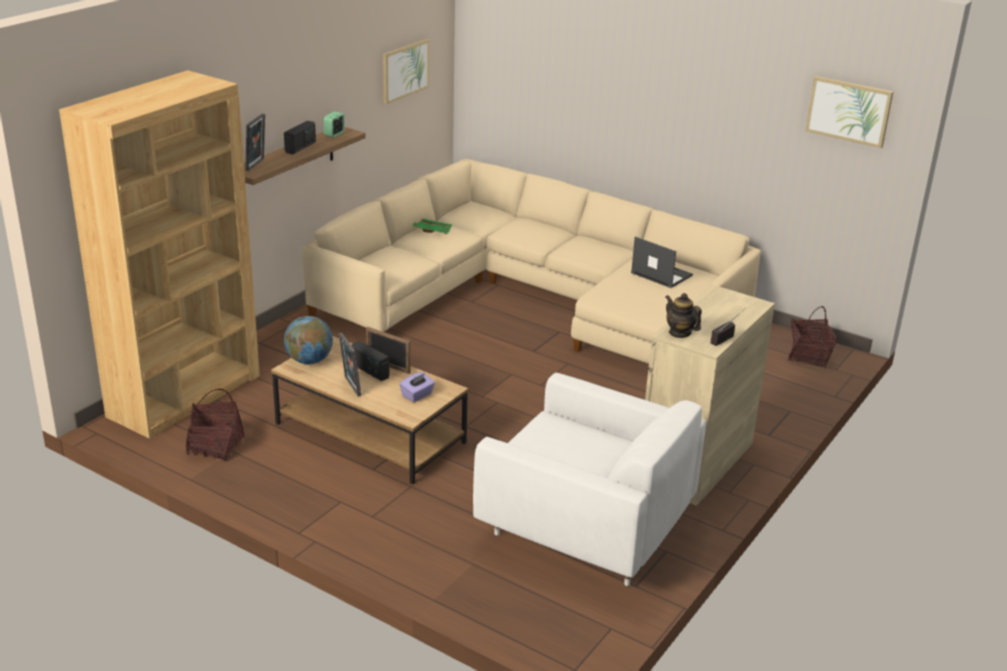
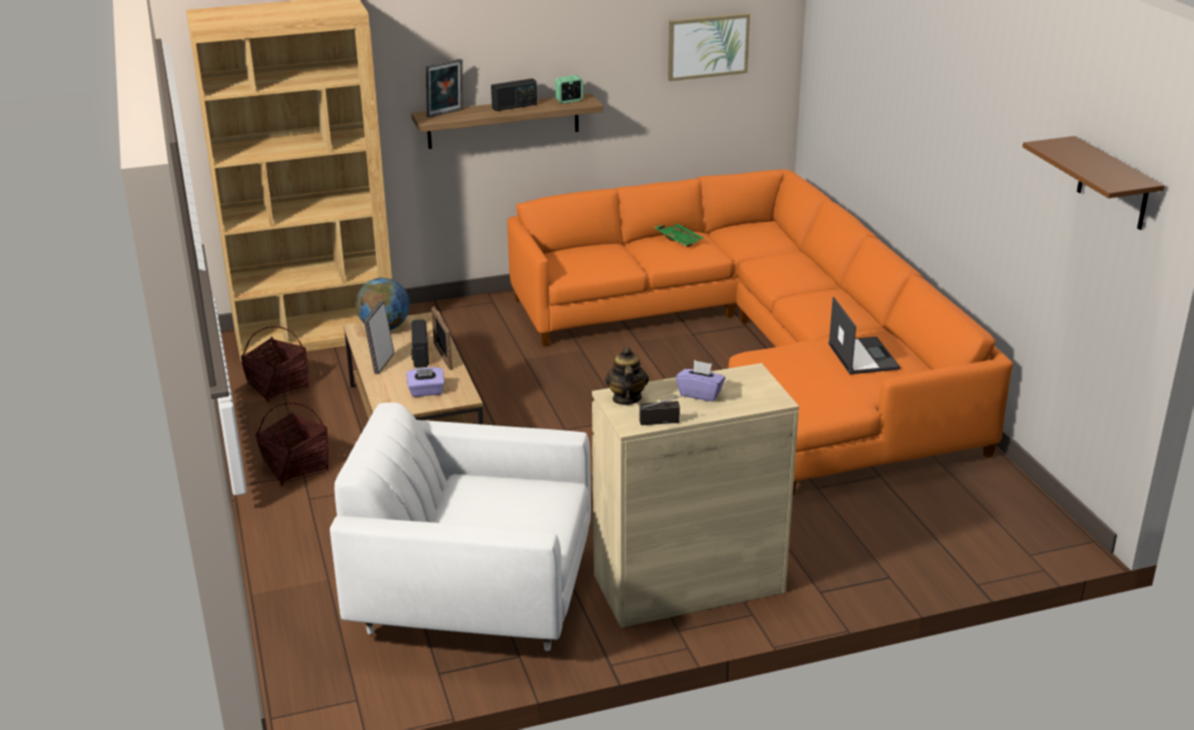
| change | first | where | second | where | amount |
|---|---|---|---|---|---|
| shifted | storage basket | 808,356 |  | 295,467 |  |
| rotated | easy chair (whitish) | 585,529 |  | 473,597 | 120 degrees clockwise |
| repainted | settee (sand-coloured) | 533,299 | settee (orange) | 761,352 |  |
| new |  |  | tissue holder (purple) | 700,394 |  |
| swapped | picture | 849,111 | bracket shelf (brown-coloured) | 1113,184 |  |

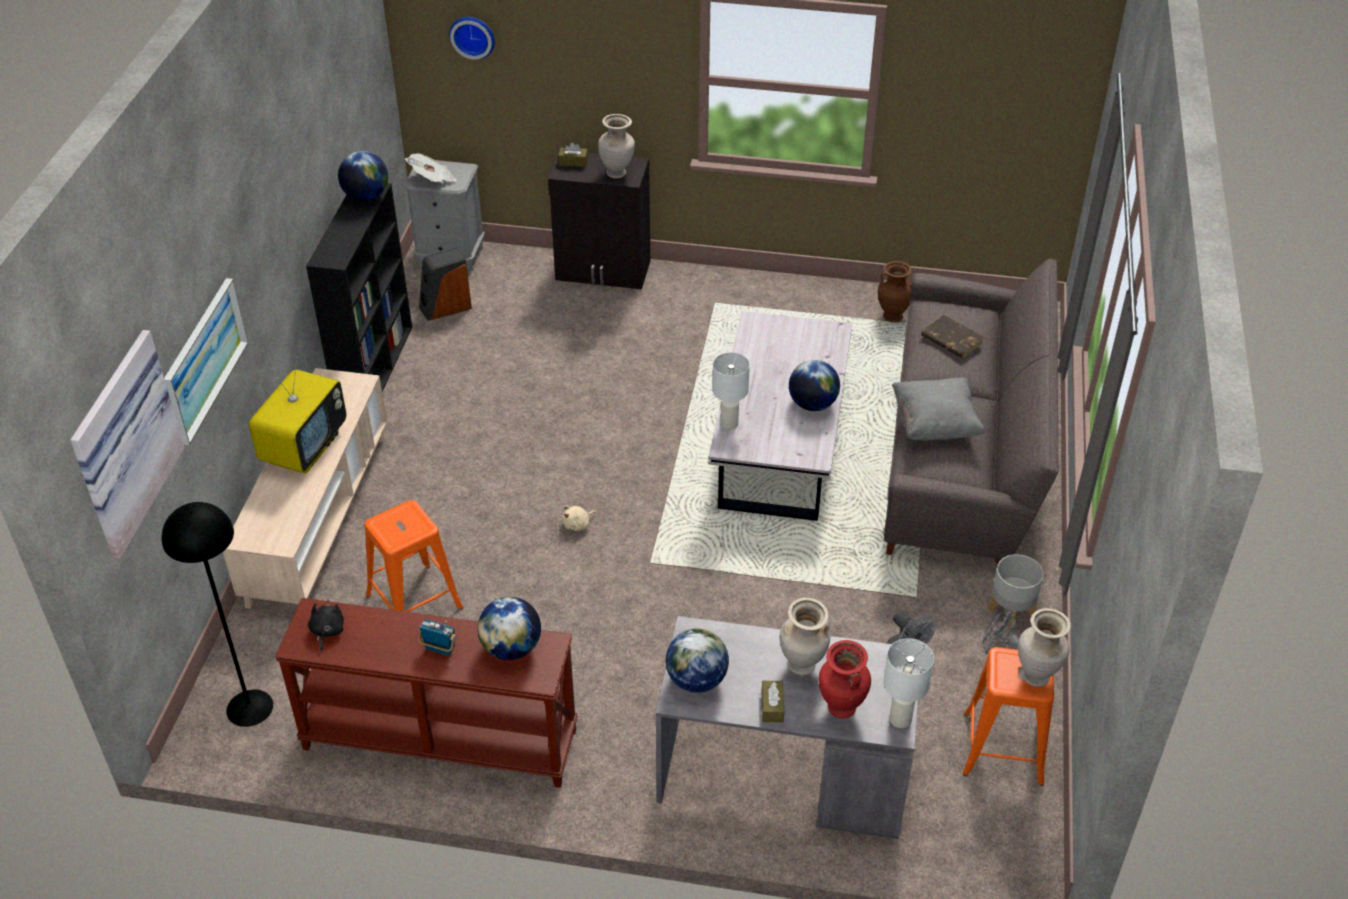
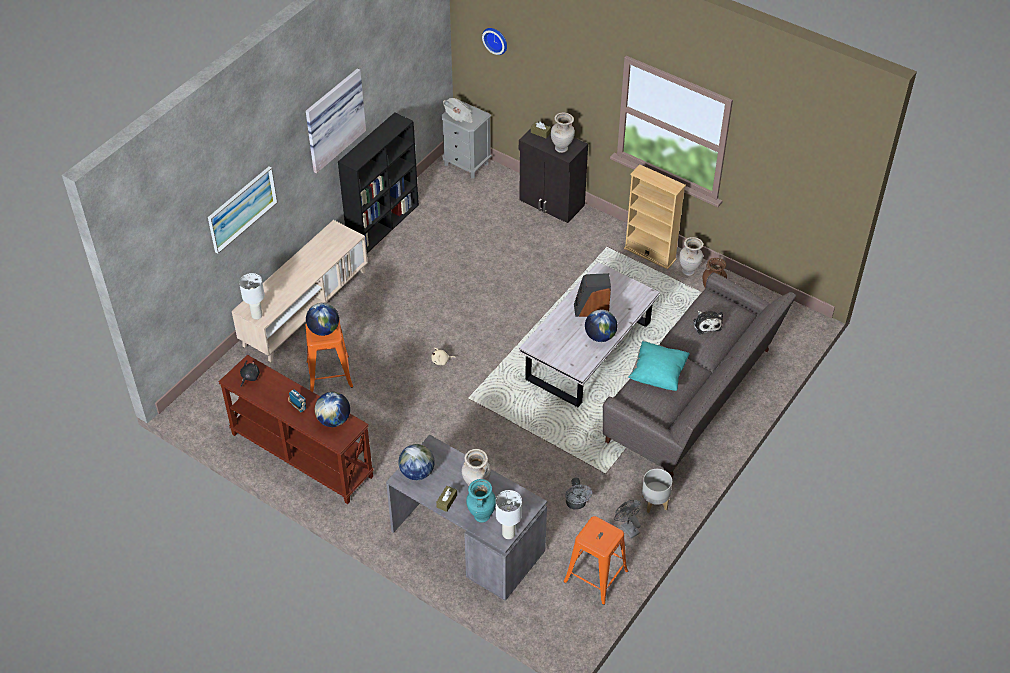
| change | first | where | second | where | amount |
|---|---|---|---|---|---|
| shifted | lamp for a table (whitish) | 729,423 |  | 257,315 |  |
| shifted | picture | 122,443 |  | 333,119 |  |
| shifted | world globe | 366,196 |  | 324,330 |  |
| repainted | vase (red) | 840,709 | vase (blue-green) | 481,516 |  |
| shifted | speaker | 445,307 |  | 591,309 |  |
| new |  |  | bookcase (sand-coloured) | 650,254 |  |
| repainted | cushion (greyish) | 935,425 | cushion (blue-green) | 658,375 |  |
| shifted | vase (sand-coloured) | 1036,676 |  | 689,271 |  |
| swapped | bound book (brown-coloured) | 951,340 | plush toy | 706,324 |  |
| gone | floor lamp (black-coloured) | 249,708 |  |  |  |
| gone | TV set | 304,447 |  |  |  |

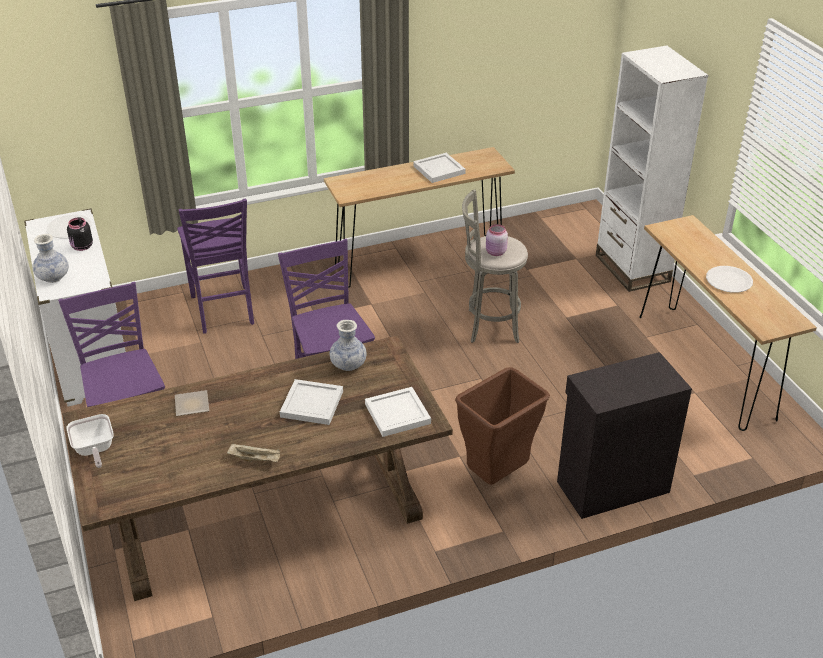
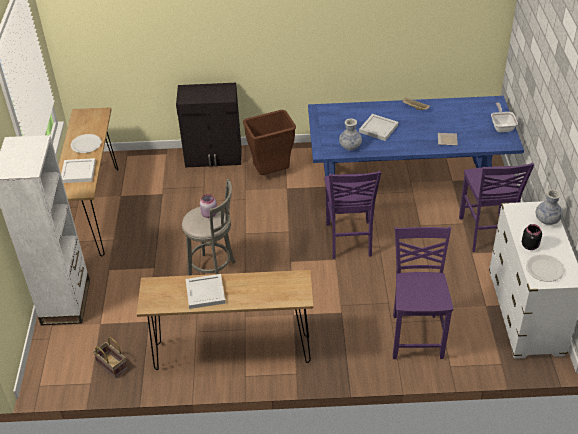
| change | first | where | second | where | amount |
|---|---|---|---|---|---|
| shifted | serving tray (whitish) | 398,413 |  | 78,172 |  |
| new |  |  | storage basket | 113,365 |  |
| repainted | dining table (brown-coloured) | 266,508 | dining table (blue) | 407,182 |  |

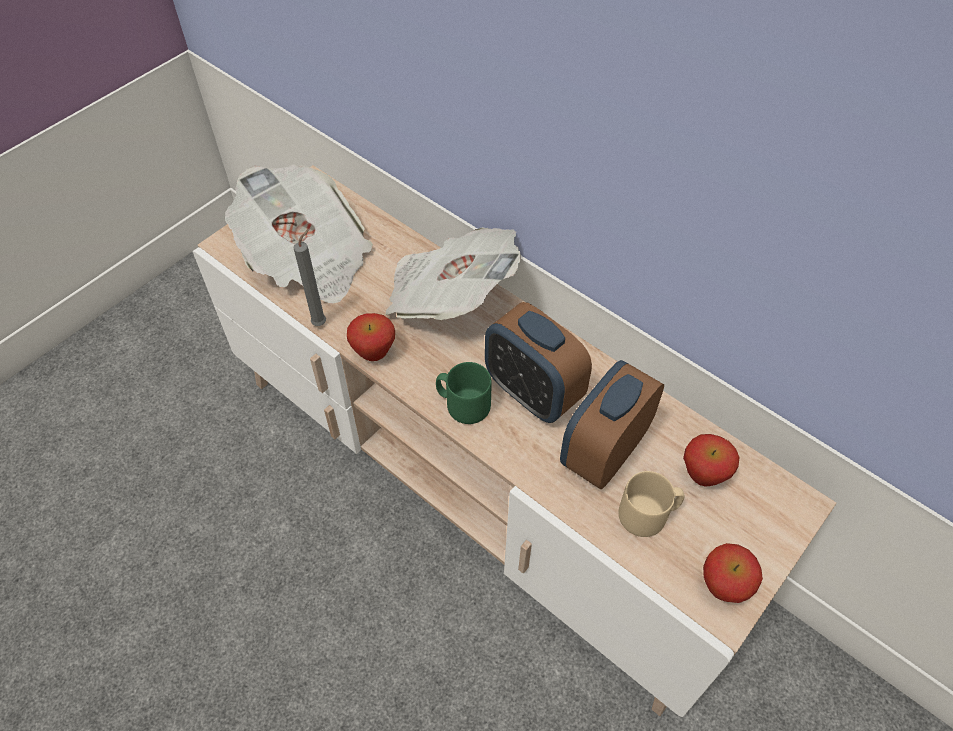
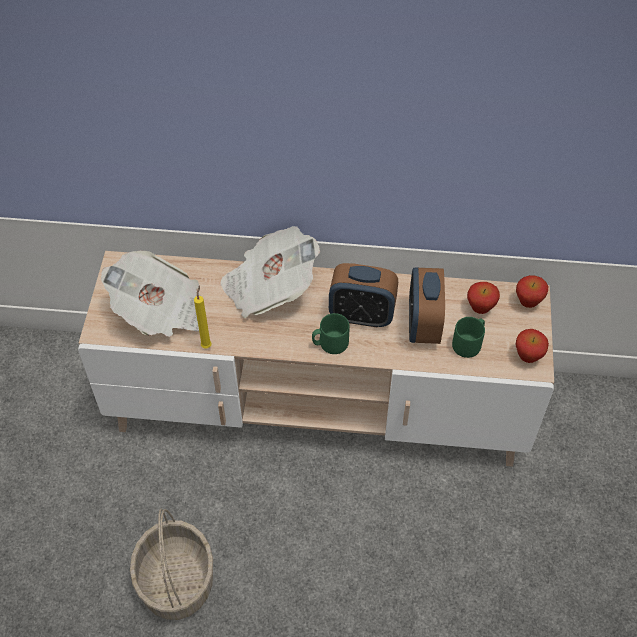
| change | first | where | second | where | amount |
|---|---|---|---|---|---|
| new |  |  | storage basket | 177,582 |  |
| repainted | wax light (greyish) | 321,322 | wax light (yellow) | 207,345 |  |
| repainted | coffee mug (sand-coloured) | 648,515 | coffee mug (green) | 469,343 |  |
| shifted | apple | 374,354 |  | 528,302 |  |

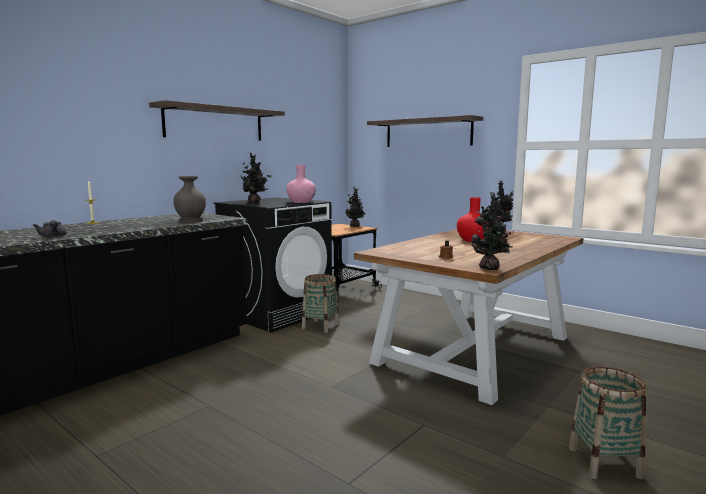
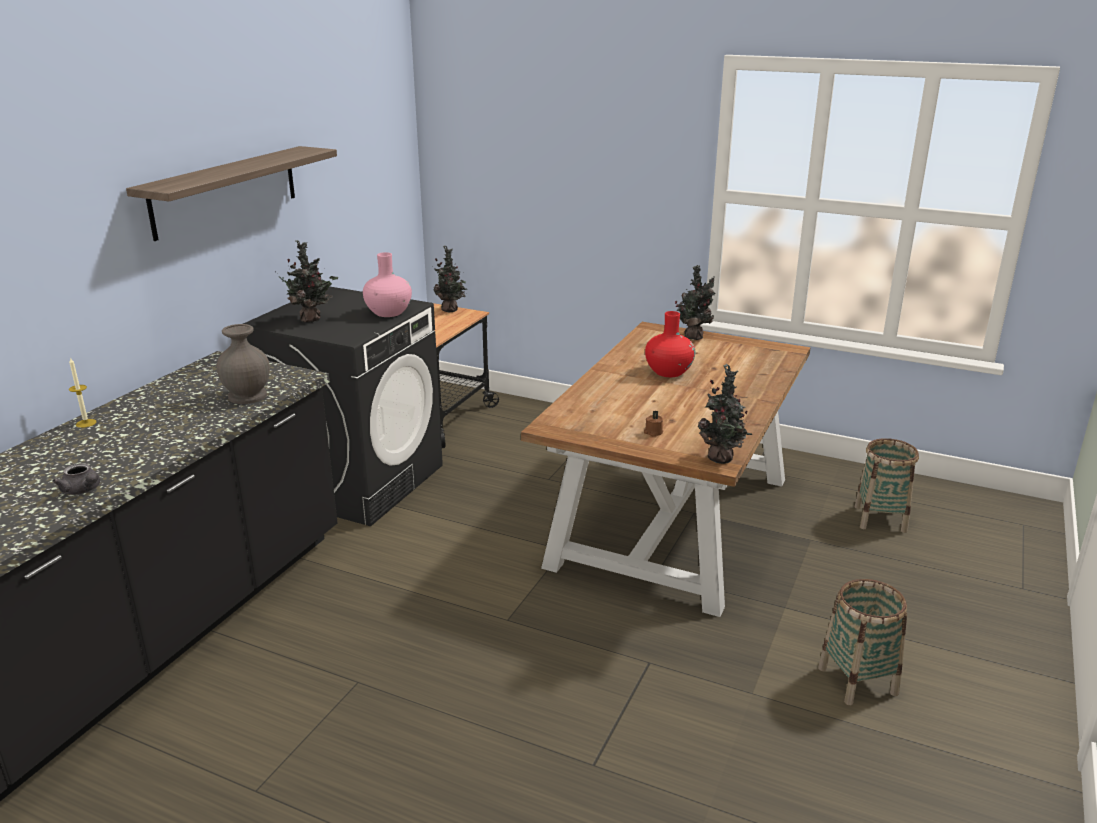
| change | first | where | second | where | amount |
|---|---|---|---|---|---|
| shifted | storage basket | 320,326 |  | 880,519 |  |
| gone | bracket shelf | 427,133 |  |  |  |

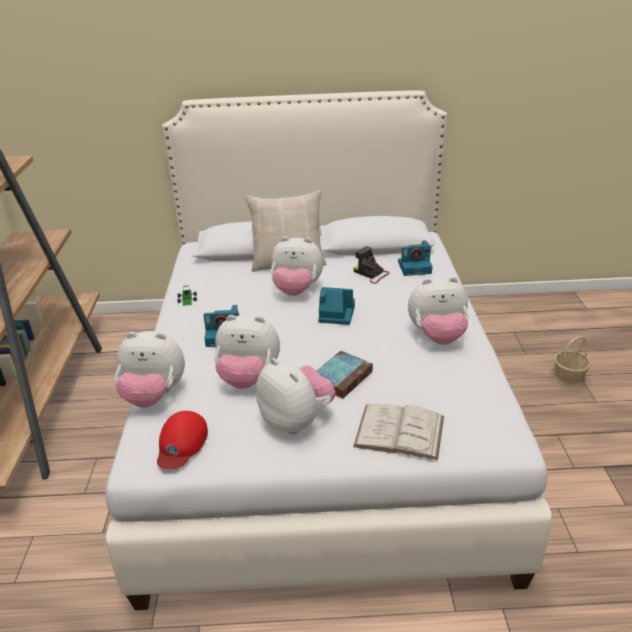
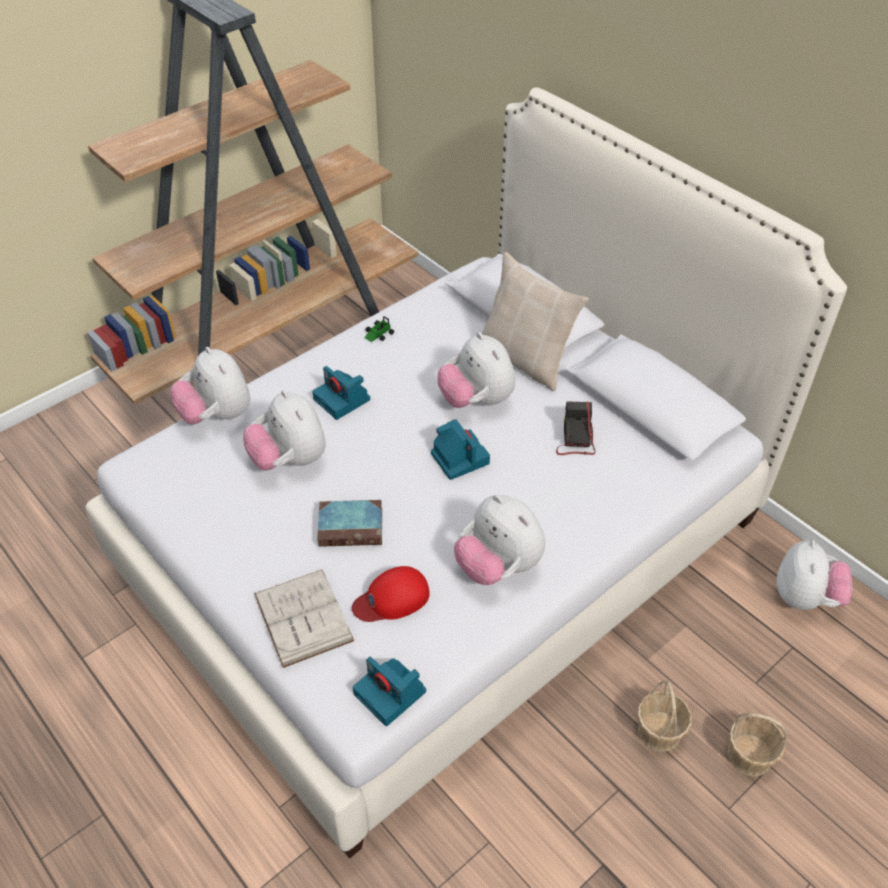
| change | first | where | second | where | amount |
|---|---|---|---|---|---|
| shifted | baseball cap (red) | 181,443 |  | 392,598 |  |
| shifted | photo camera | 415,267 |  | 391,693 |  |
| new |  |  | storage basket | 659,731 |  |
| shifted | plush toy | 296,421 |  | 805,597 |  |

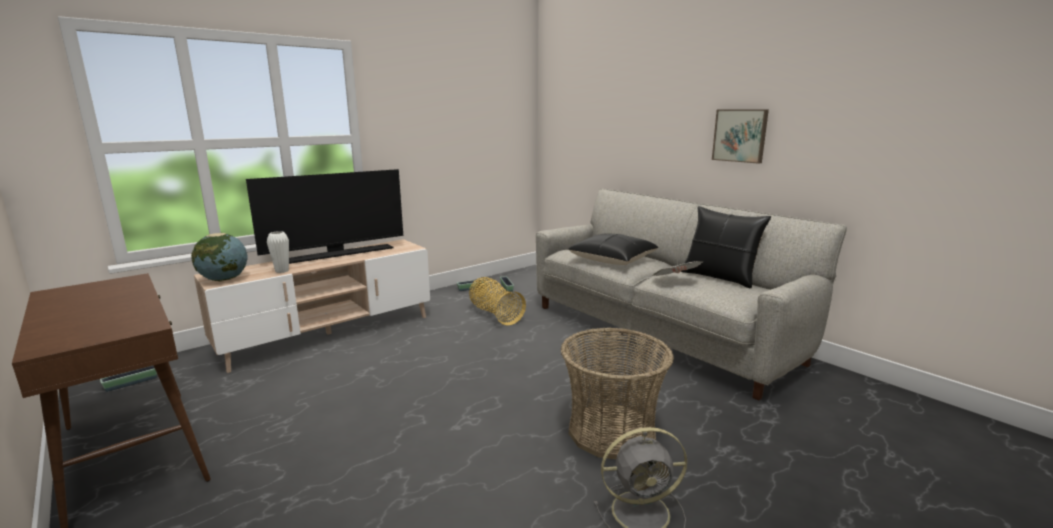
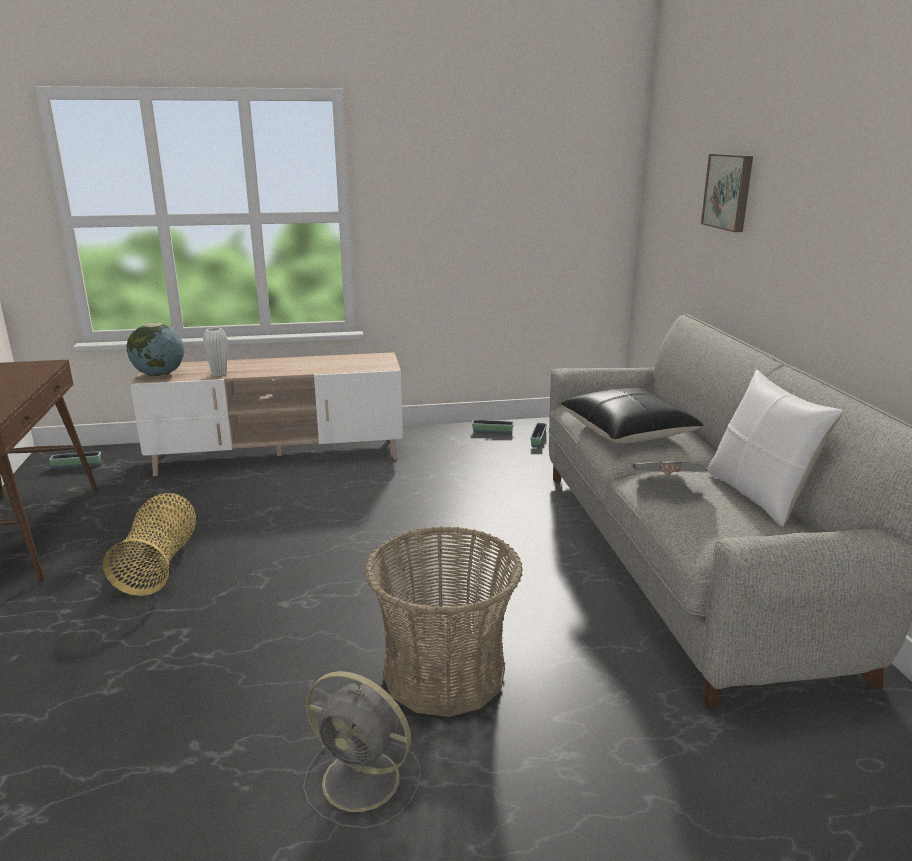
| change | first | where | second | where | amount |
|---|---|---|---|---|---|
| shifted | storage basket | 495,314 |  | 159,564 |  |
| shifted | picture | 740,135 |  | 729,191 |  |
| repainted | cushion (black-coloured) | 719,277 | cushion (whitish) | 758,496 |  |
| gone | TV set | 336,254 |  |  |  |

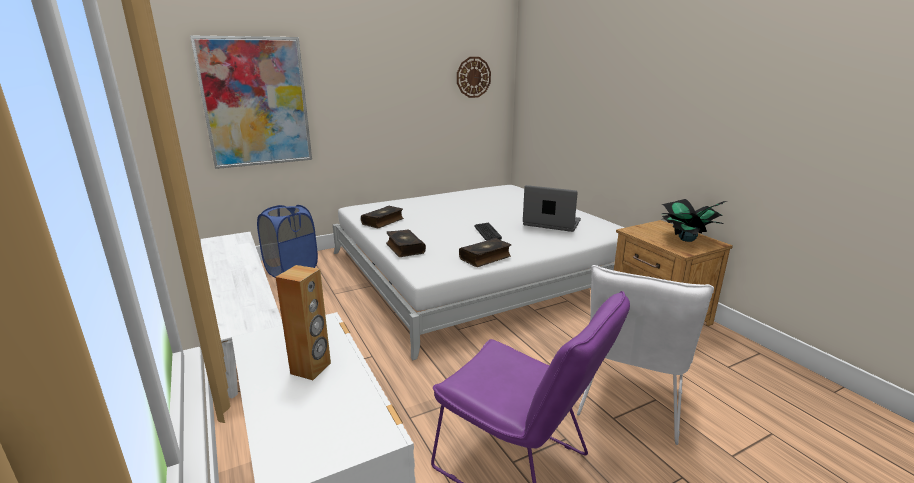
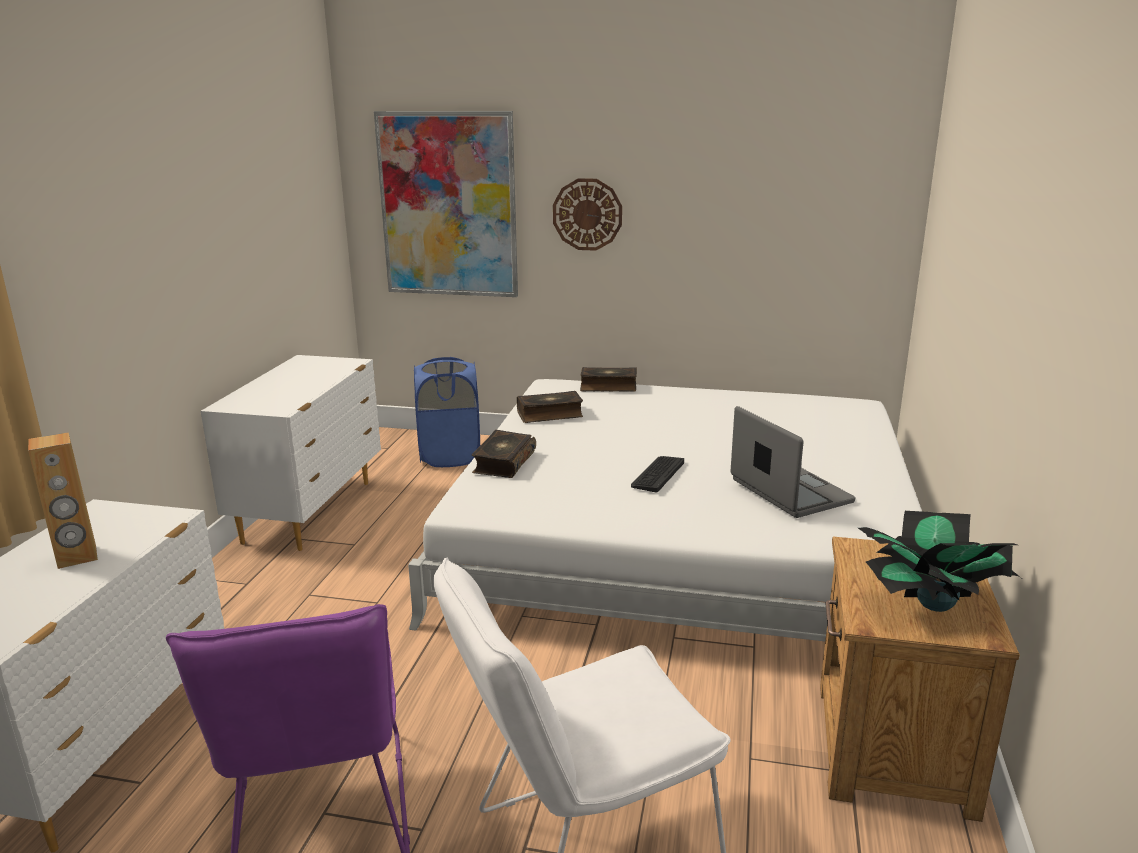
| change | first | where | second | where | amount |
|---|---|---|---|---|---|
| swapped | long seat (whitish) | 244,328 | chest of drawers (whitish) | 311,511 |  |
| shifted | hanging clock | 473,77 |  | 587,214 |  |
| shifted | bound book | 485,258 |  | 608,387 |  |

